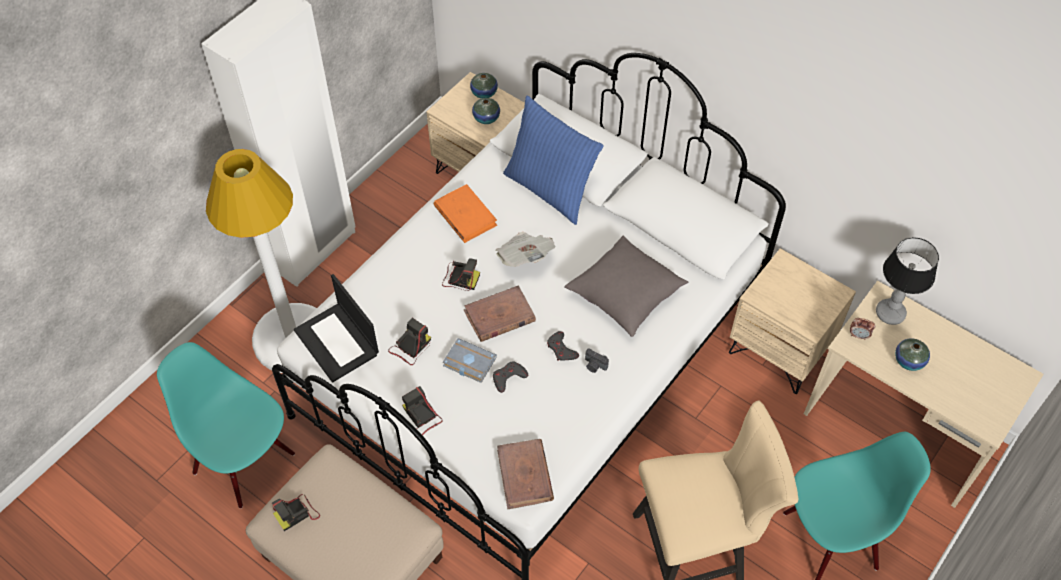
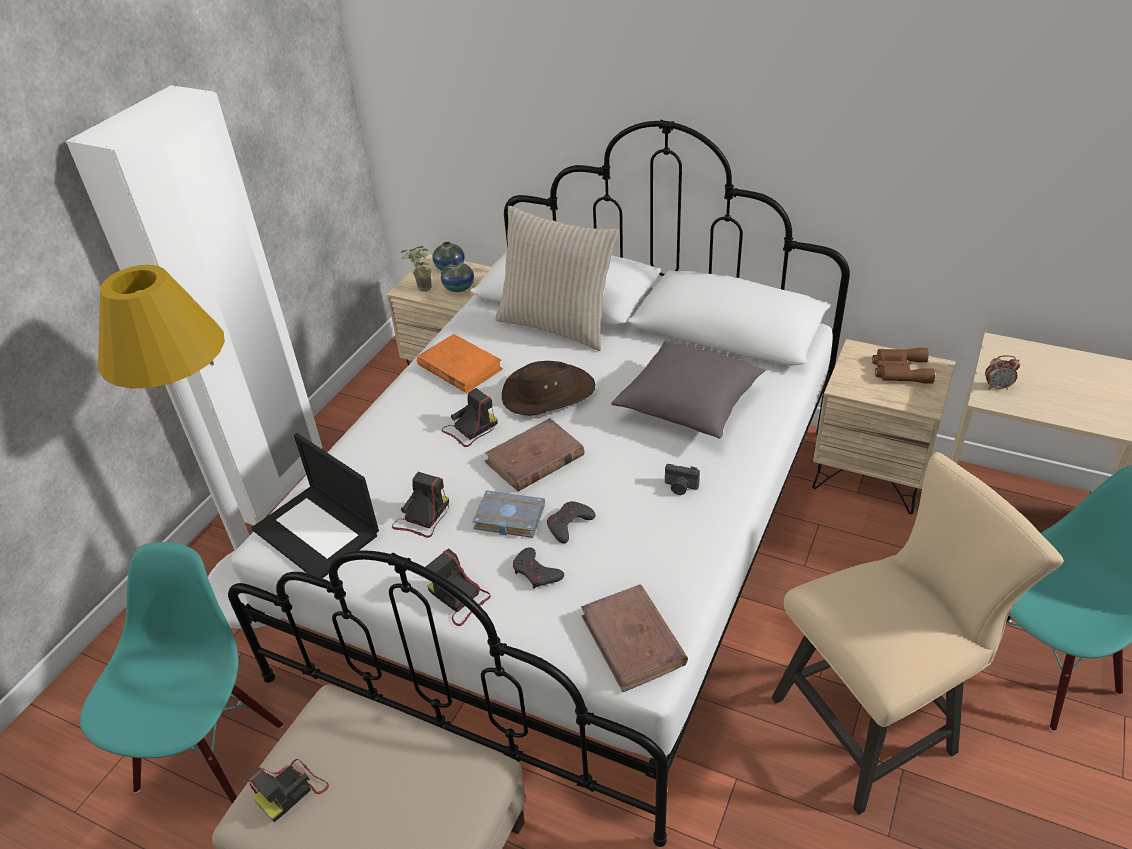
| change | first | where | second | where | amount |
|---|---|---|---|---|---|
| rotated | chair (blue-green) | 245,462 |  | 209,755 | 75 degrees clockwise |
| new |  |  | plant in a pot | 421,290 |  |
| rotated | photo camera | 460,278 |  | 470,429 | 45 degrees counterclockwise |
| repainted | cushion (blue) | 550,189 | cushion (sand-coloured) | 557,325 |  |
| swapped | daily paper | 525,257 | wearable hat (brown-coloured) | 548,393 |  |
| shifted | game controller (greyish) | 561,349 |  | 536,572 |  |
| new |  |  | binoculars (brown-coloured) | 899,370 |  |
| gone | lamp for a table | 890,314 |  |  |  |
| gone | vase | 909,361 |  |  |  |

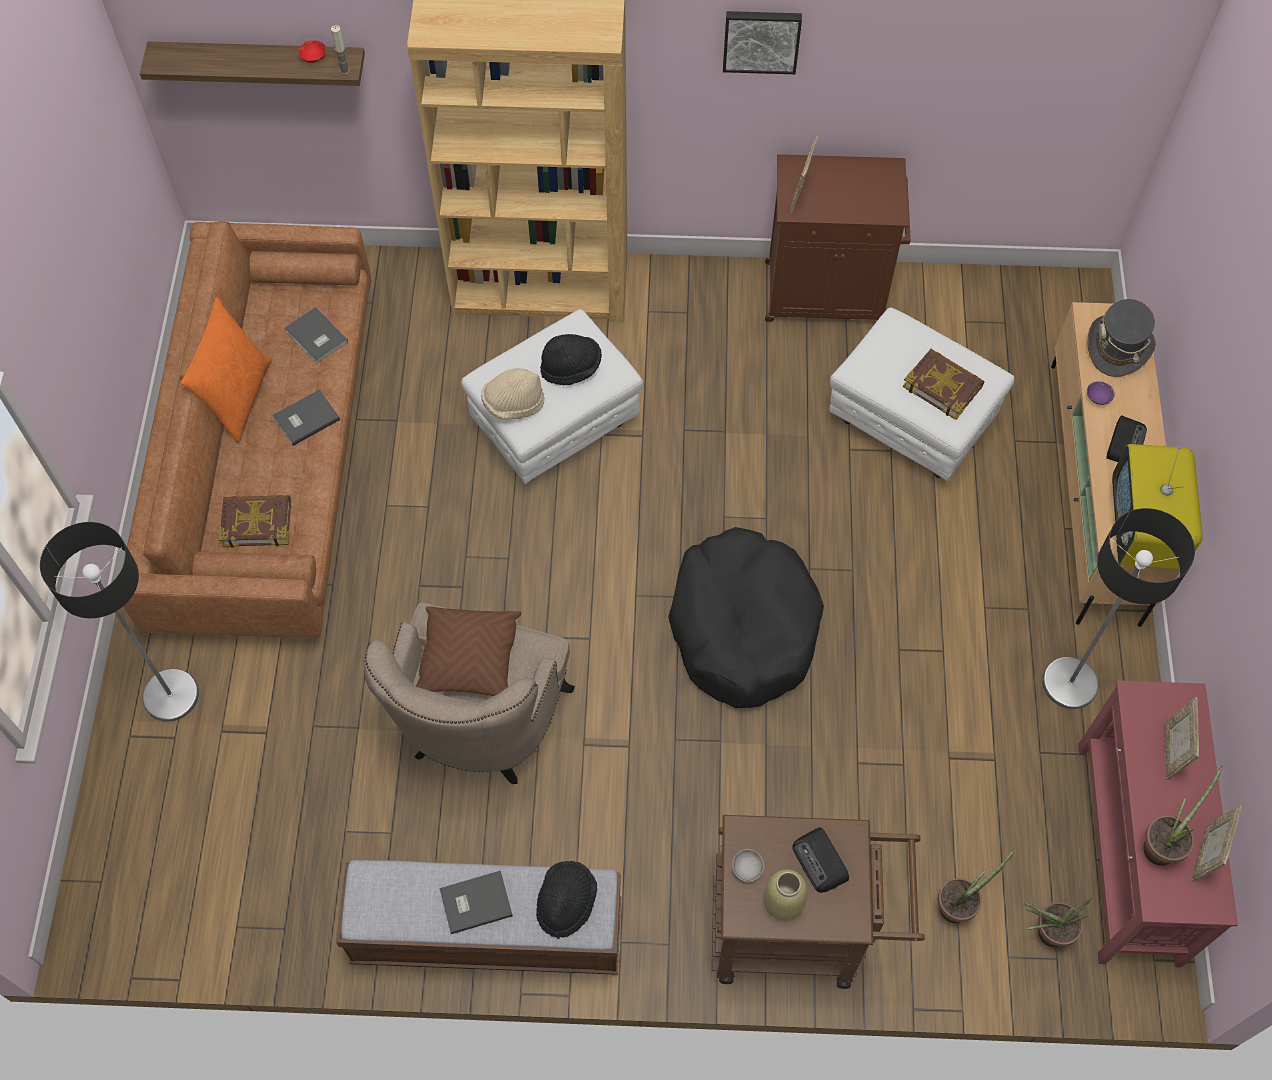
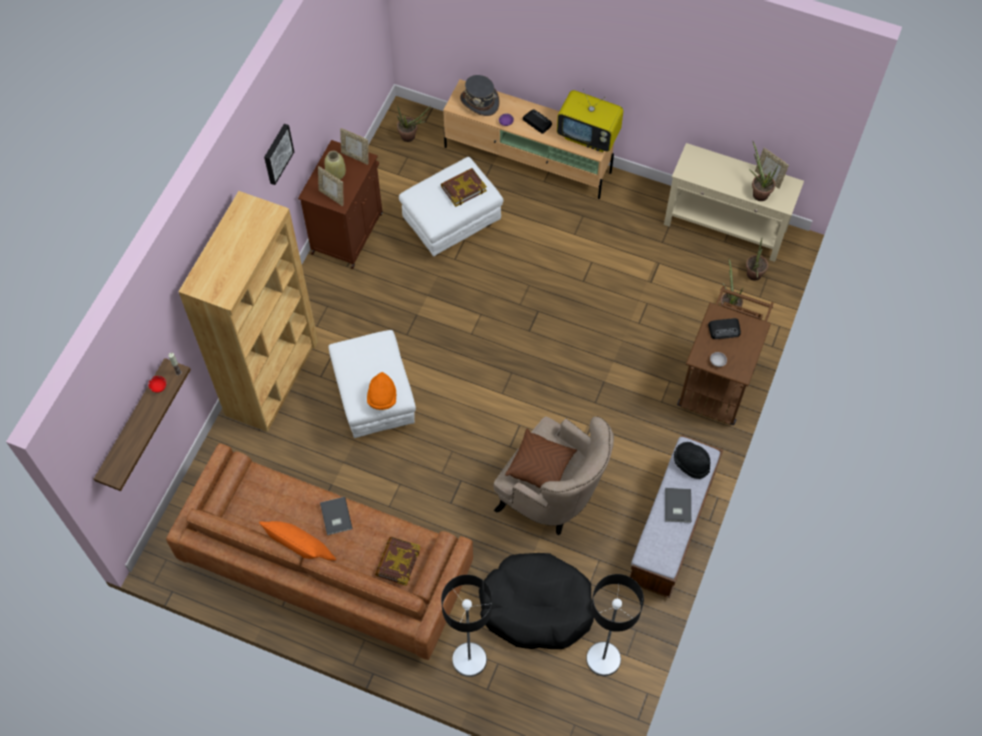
| change | first | where | second | where | amount |
|---|---|---|---|---|---|
| shifted | vase (sand-coloured) | 782,902 |  | 336,174 |  |
| shifted | photo frame | 1171,751 |  | 355,157 |  |
| repainted | wearable hat (sand-coloured) | 513,404 | wearable hat (orange) | 382,397 |  |
| new |  |  | plant in a pot | 411,136 |  |
| shifted | dog cushion (black-coloured) | 743,627 |  | 536,606 |  |
| shifted | floor lamp | 1069,682 |  | 603,658 |  |
| repainted | narrow table (red) | 1127,853 | narrow table (sand-coloured) | 725,228 |  |
| gone | bound book (greyish) | 316,338 |  |  |  |
| gone | wearable hat (black-coloured) | 571,368 |  |  |  |

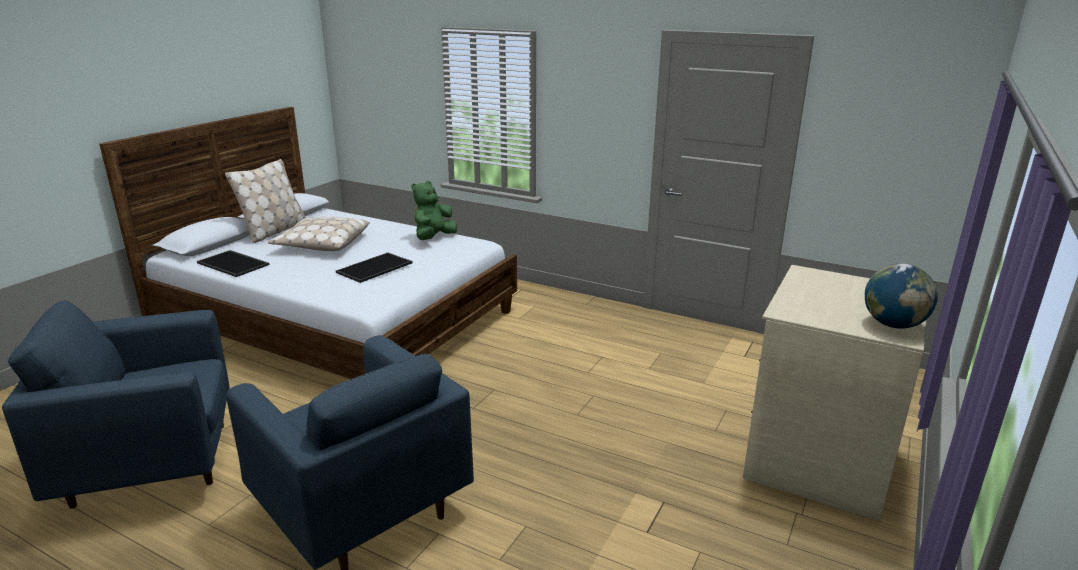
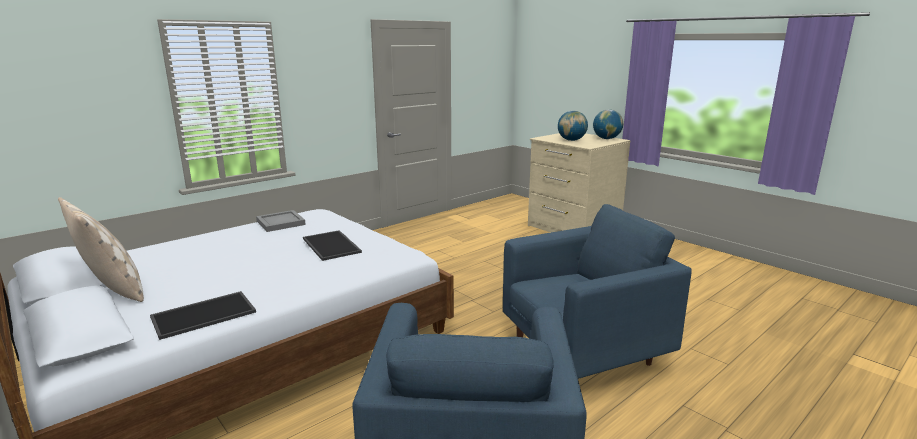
| change | first | where | second | where | amount |
|---|---|---|---|---|---|
| swapped | plush toy (green) | 434,238 | serving tray (greyish) | 280,223 |  |
| new |  |  | world globe | 571,140 |  |
| gone | cushion (sand-coloured) | 322,244 |  |  |  |

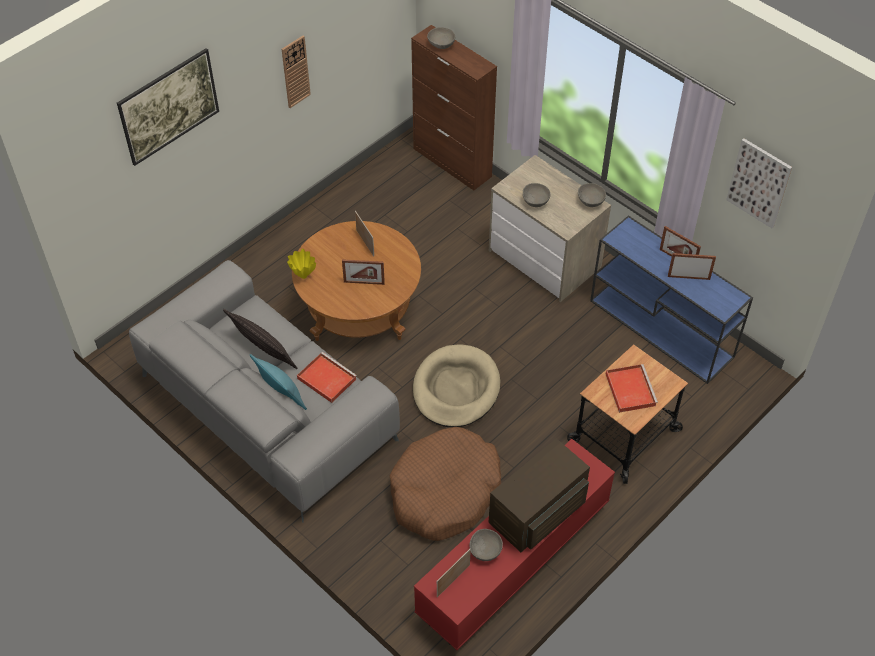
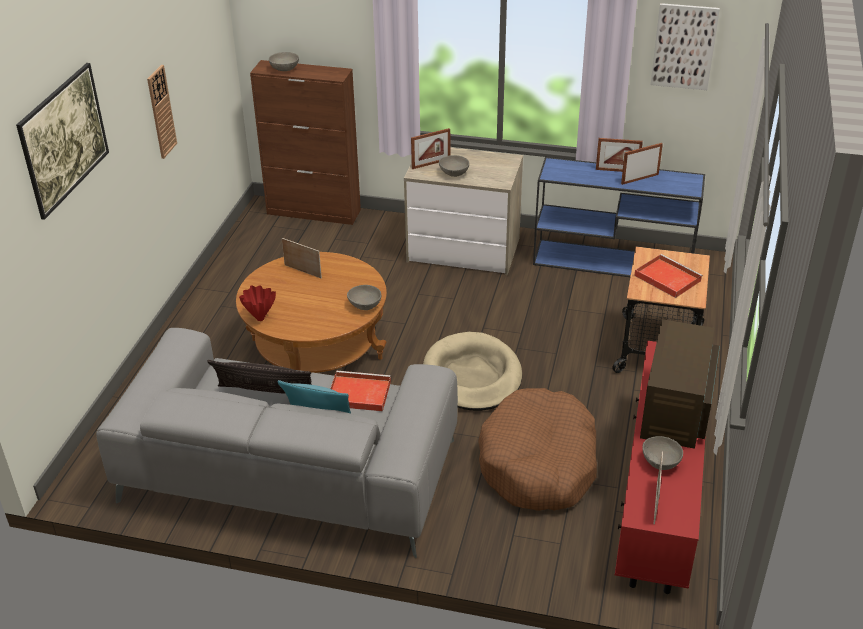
| change | first | where | second | where | amount |
|---|---|---|---|---|---|
| repainted | vase (yellow) | 303,276 | vase (red) | 259,319 |  |
| shifted | deep dish (greyish) | 591,202 |  | 365,306 |  |
| shifted | photo frame | 364,282 |  | 431,164 |  |

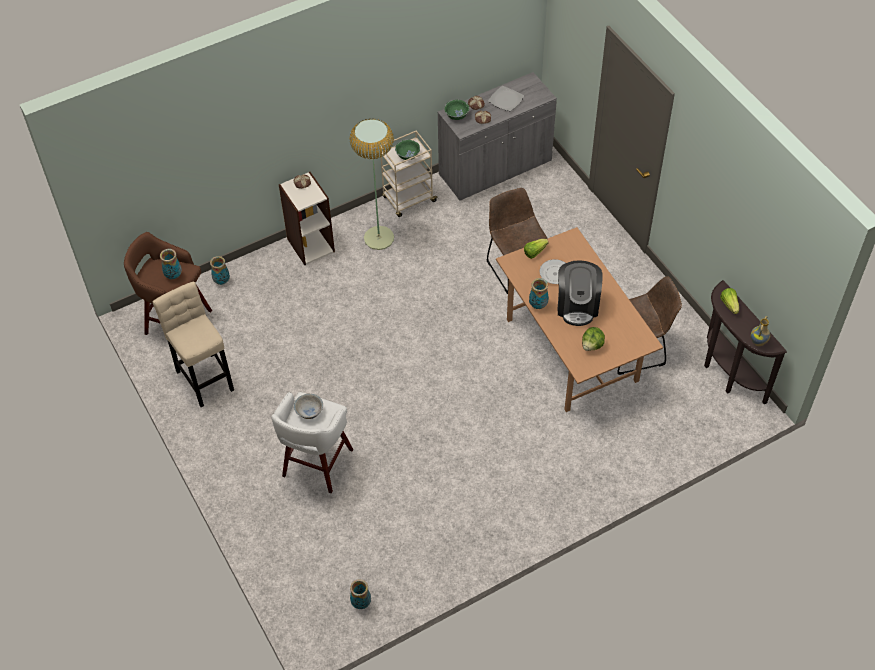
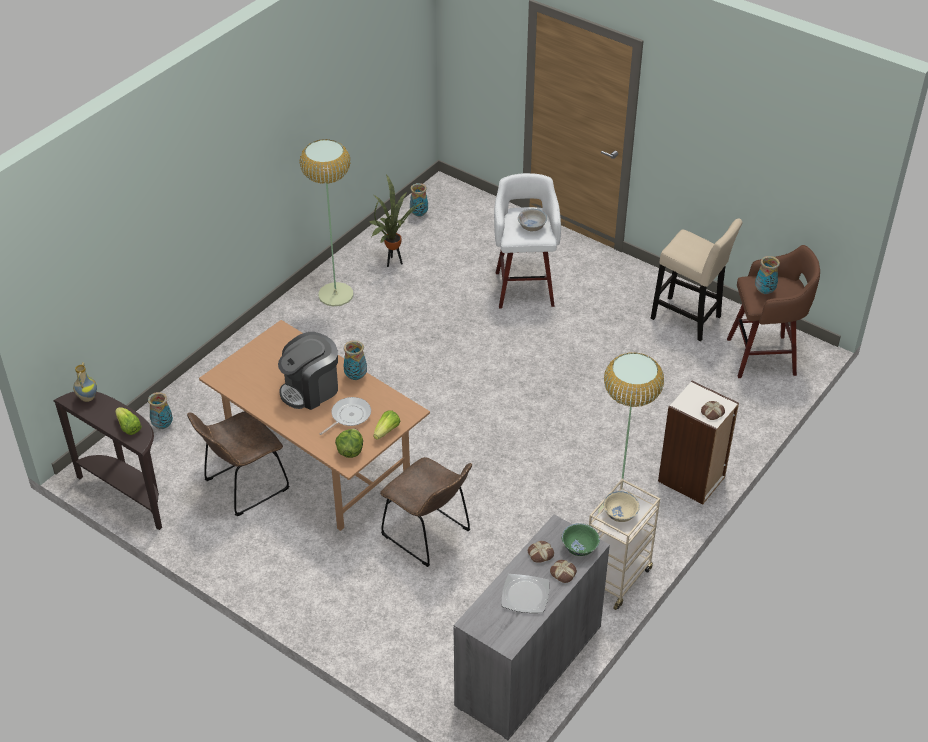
| change | first | where | second | where | amount |
|---|---|---|---|---|---|
| shifted | vase | 222,281 |  | 163,426 |  |
| rotated | coffee machine | 577,305 |  | 310,389 | 105 degrees counterclockwise |
| new |  |  | floor lamp | 336,294 |  |
| shifted | lettuce | 592,345 |  | 350,451 |  |
| new |  |  | plant in a pot | 394,262 |  |
| repainted | deep dish (green) | 408,155 | deep dish (sand-coloured) | 620,514 |  |

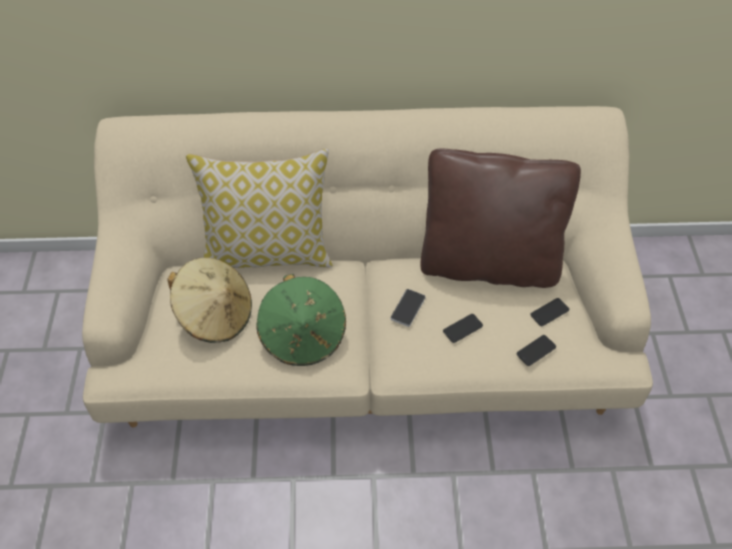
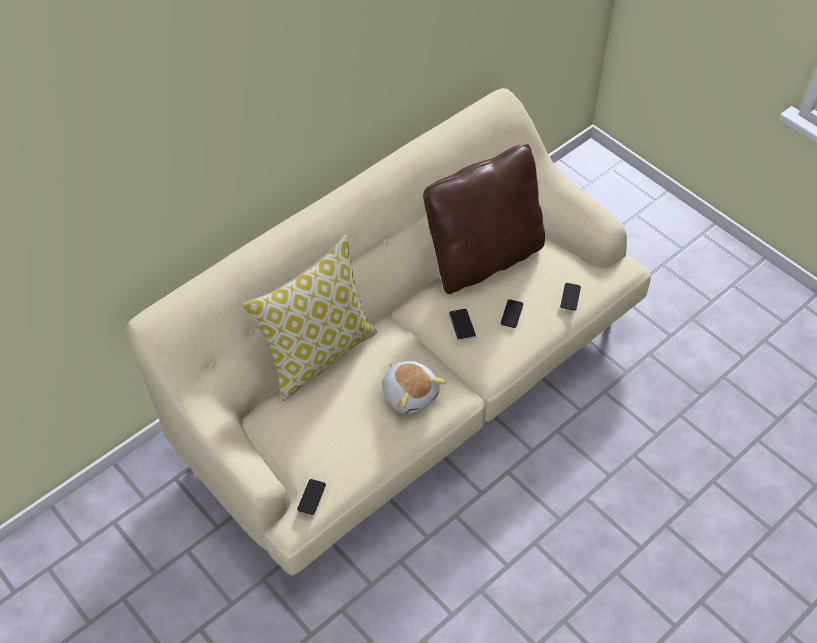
| change | first | where | second | where | amount |
|---|---|---|---|---|---|
| shifted | phone | 549,312 |  | 311,497 |  |
| swapped | wearable hat (green) | 303,336 | plush toy | 410,394 |  |
| gone | wearable hat (sand-coloured) | 215,315 |  |  |  |

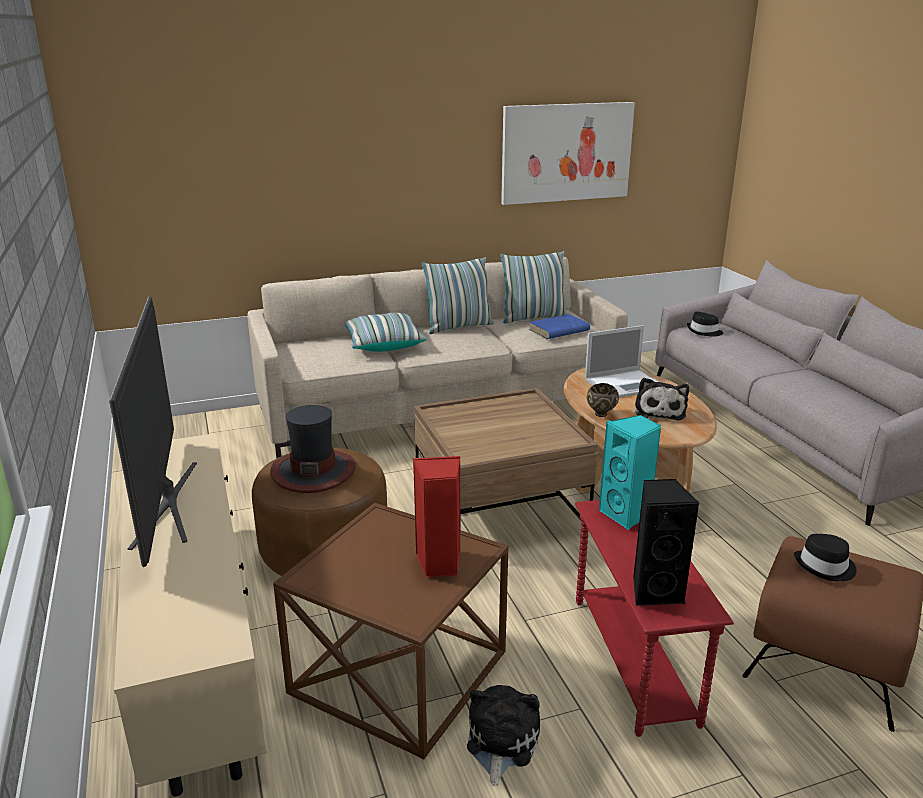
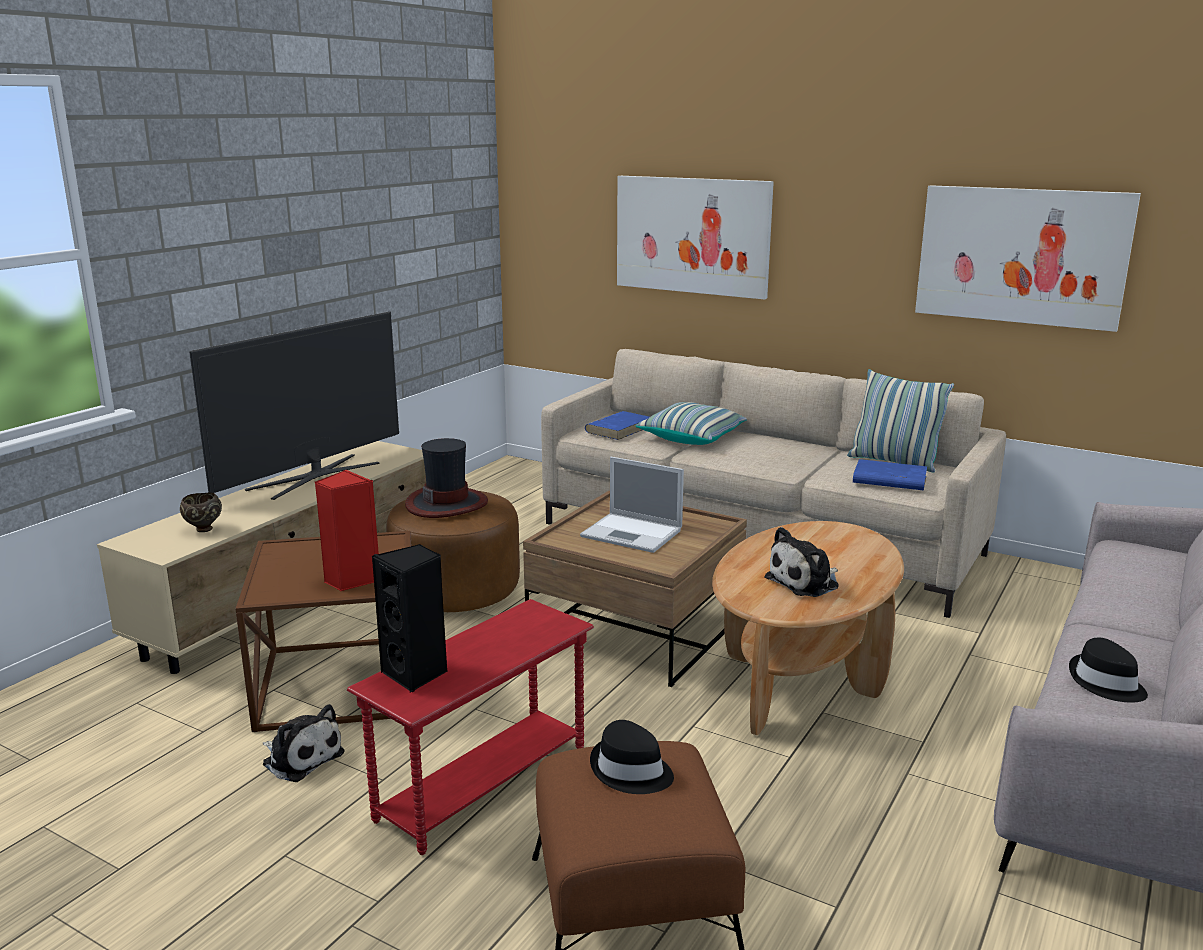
| change | first | where | second | where | amount |
|---|---|---|---|---|---|
| shifted | deep dish (brown-coloured) | 601,415 |  | 203,530 |  |
| rotated | plush toy | 500,742 |  | 301,757 | 60 degrees clockwise |
| shifted | notebook computer | 625,384 |  | 633,533 |  |
| new |  |  | bound book (blue) | 619,429 |  |
| new |  |  | picture | 692,235 |  |
| shifted | wearable hat (black-coloured) | 704,331 |  | 1106,683 |  |
| gone | cushion | 458,327 |  |  |  |
| gone | speaker (blue-green) | 627,515 |  |  |  |

